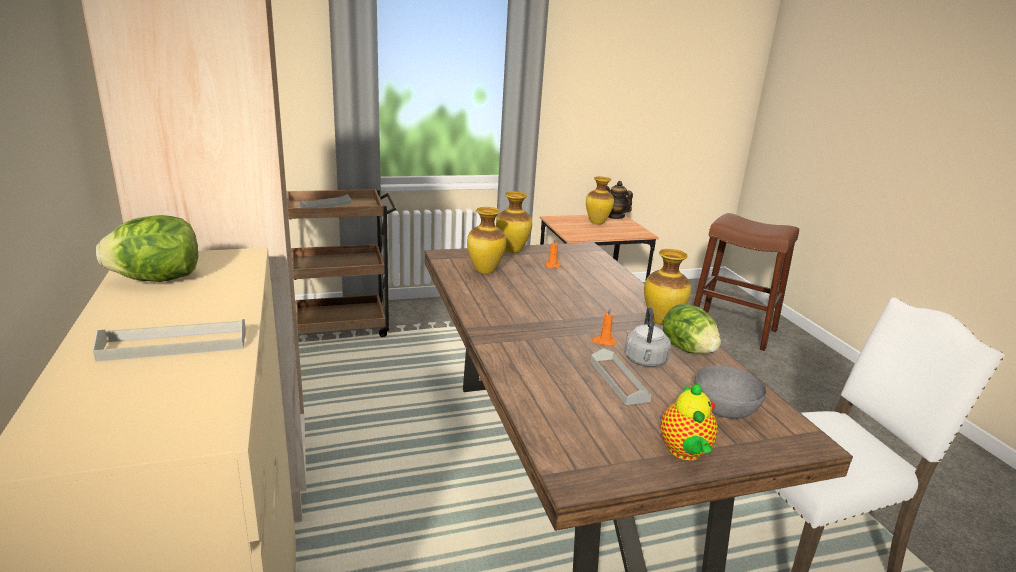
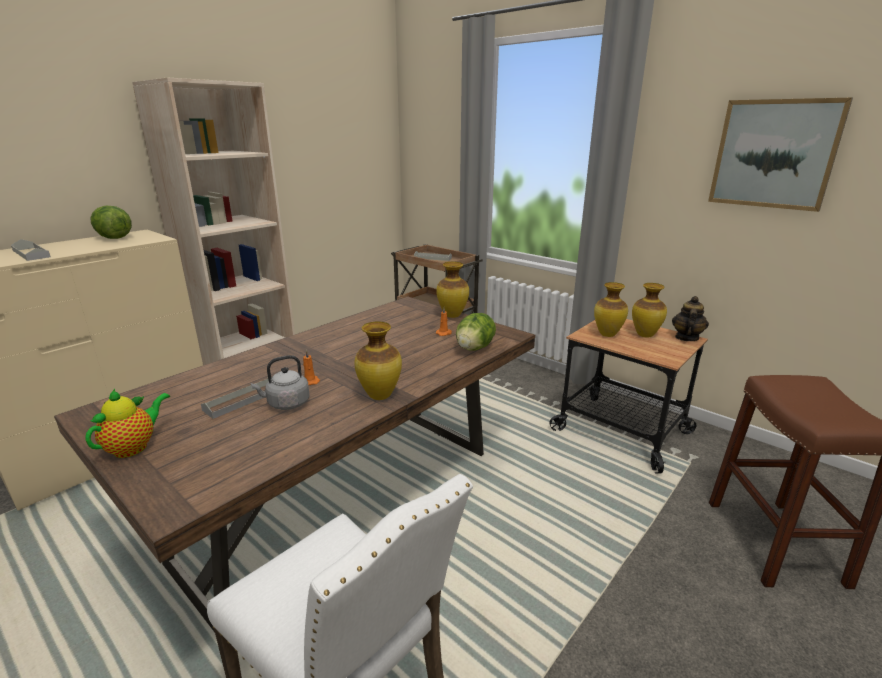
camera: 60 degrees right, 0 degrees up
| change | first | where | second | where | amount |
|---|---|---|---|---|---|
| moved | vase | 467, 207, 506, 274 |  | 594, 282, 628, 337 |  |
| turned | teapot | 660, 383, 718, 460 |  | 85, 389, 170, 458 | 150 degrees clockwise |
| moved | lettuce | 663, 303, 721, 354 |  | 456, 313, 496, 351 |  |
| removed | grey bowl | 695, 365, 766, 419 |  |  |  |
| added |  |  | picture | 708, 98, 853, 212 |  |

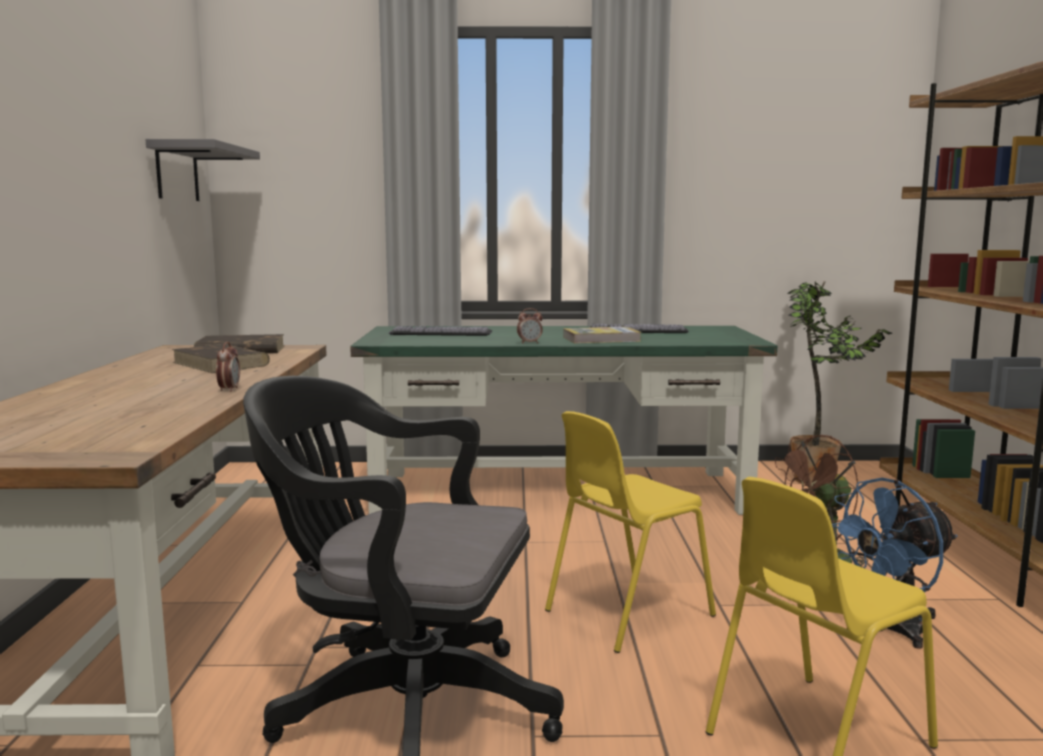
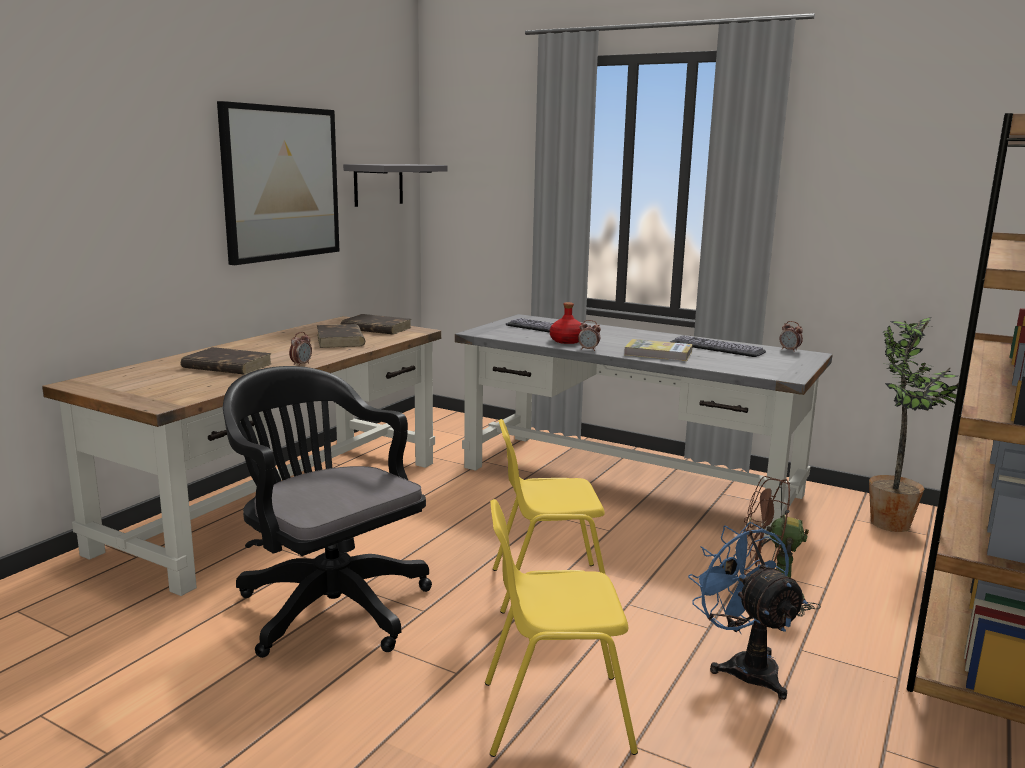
camera: 30 degrees right, 5 degrees up
| change | first | where | second | where | amount |
|---|---|---|---|---|---|
| recoloured | green desk | 350, 326, 778, 515 | grey desk | 455, 314, 833, 539 |  |
| turned | blue fan | 832, 478, 958, 649 |  | 688, 522, 808, 700 | 60 degrees clockwise |
| added |  |  | brown book | 181, 347, 272, 375 |  |
| added |  |  | picture | 217, 101, 339, 265 |  |
| added |  |  | red bottle | 550, 302, 581, 344 |  |
| added |  |  | alarm clock | 779, 321, 803, 352 |  |

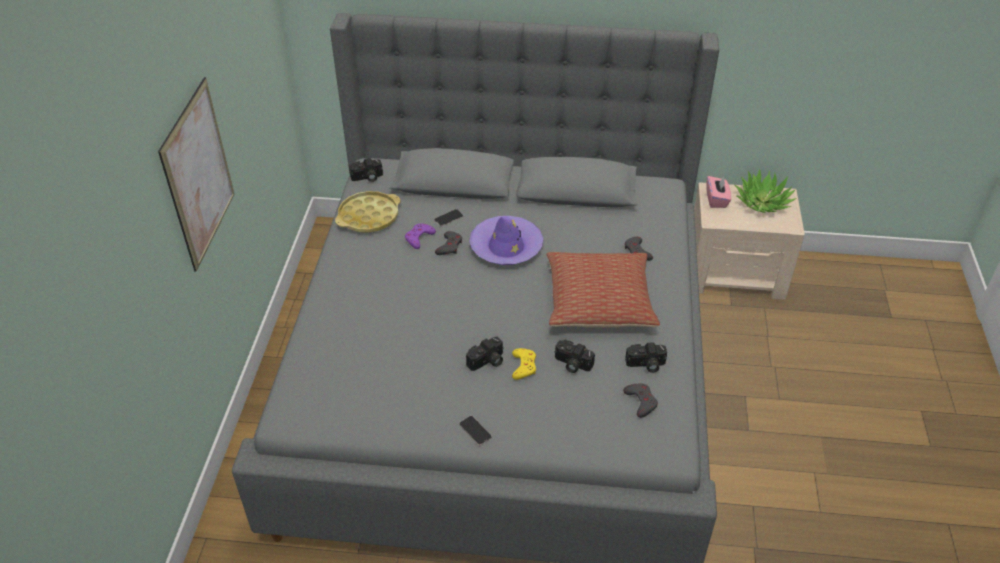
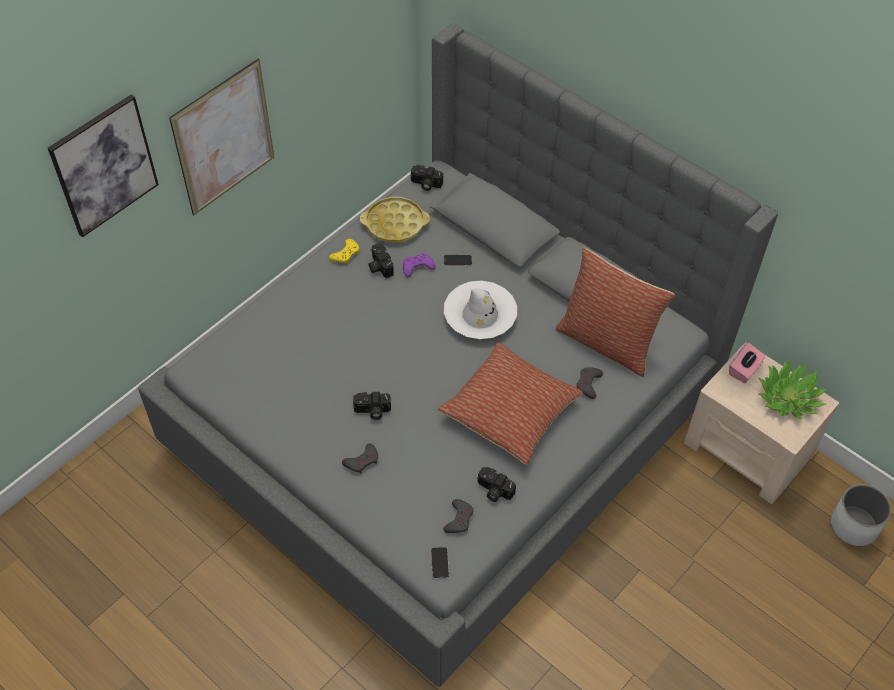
camera: 35 degrees right, 10 degrees up
| change | first | where | second | where | amount |
|---|---|---|---|---|---|
| moved | grey game controller | 435, 231, 462, 255 |  | 342, 443, 378, 474 |  |
| moved | phone | 459, 416, 492, 445 |  | 431, 547, 449, 579 |  |
| recoloured | purple hat | 469, 216, 543, 265 | white hat | 444, 280, 517, 339 |  |
| moved | yellow game controller | 512, 348, 536, 380 |  | 329, 239, 359, 264 |  |
| moved | photo camera | 555, 340, 595, 373 |  | 369, 243, 394, 278 |  |
| added |  |  | picture | 48, 94, 159, 237 |  |
| added |  |  | pillow | 556, 248, 675, 377 |  |
| added |  |  | white planter | 831, 484, 891, 546 |  |

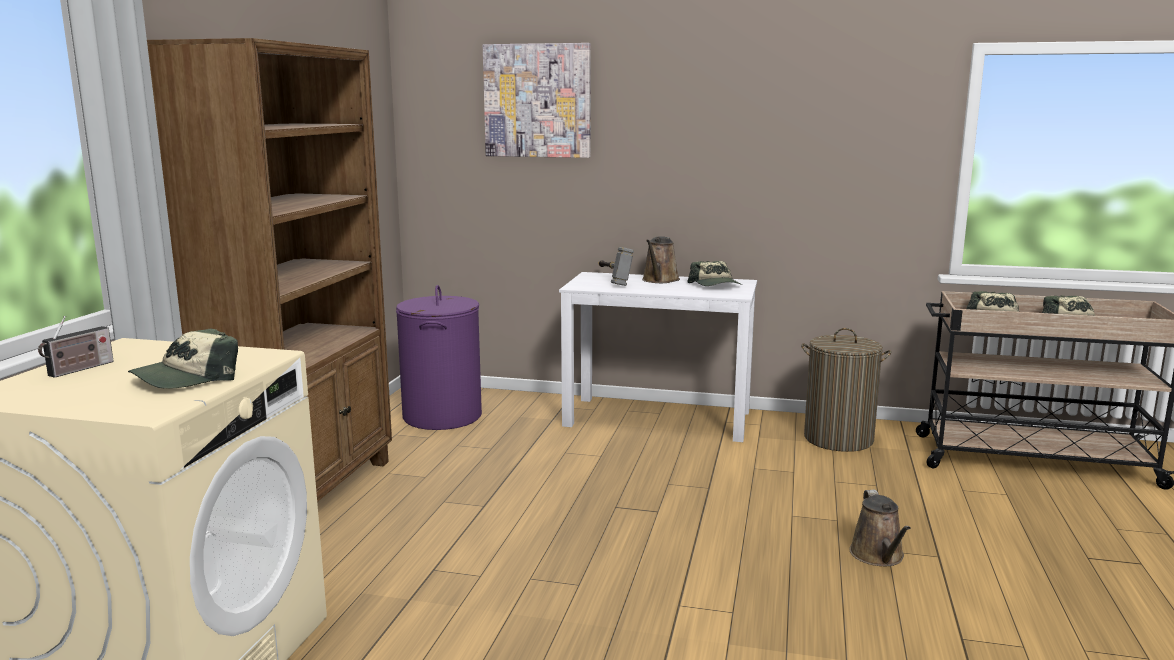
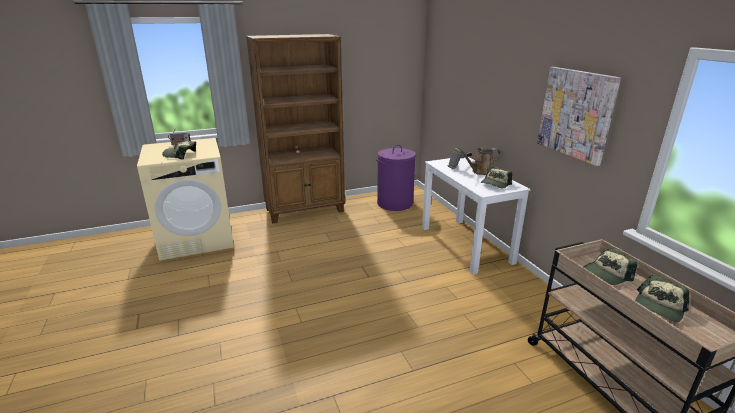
camera: 55 degrees right, 10 degrees up
| change | first | where | second | where | amount |
|---|---|---|---|---|---|
| moved | picture | 483, 43, 591, 158 |  | 537, 67, 621, 166 |  |
| removed | laundry basket | 801, 328, 891, 452 |  |  |  |
| removed | brown watering can | 850, 490, 911, 566 |  |  |  |

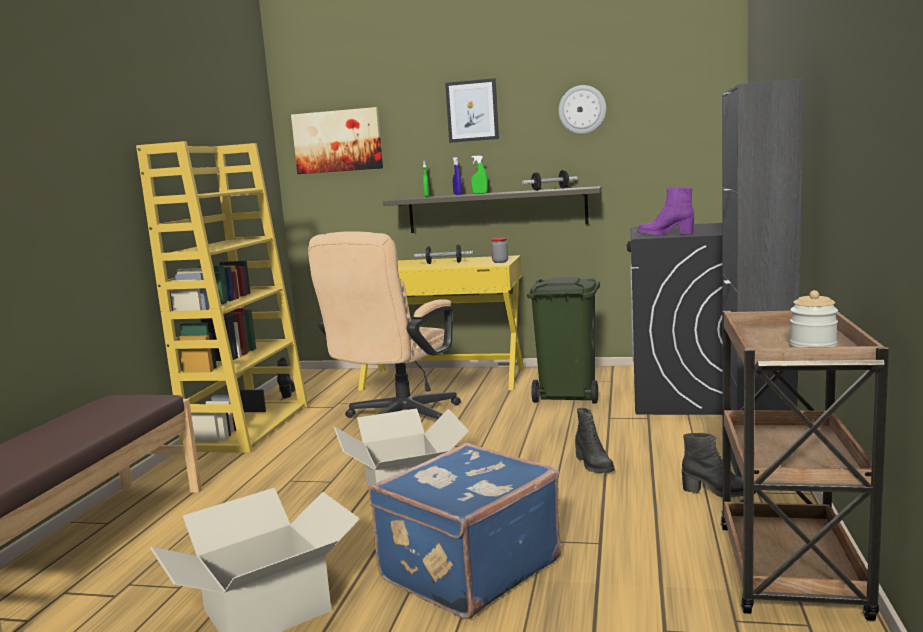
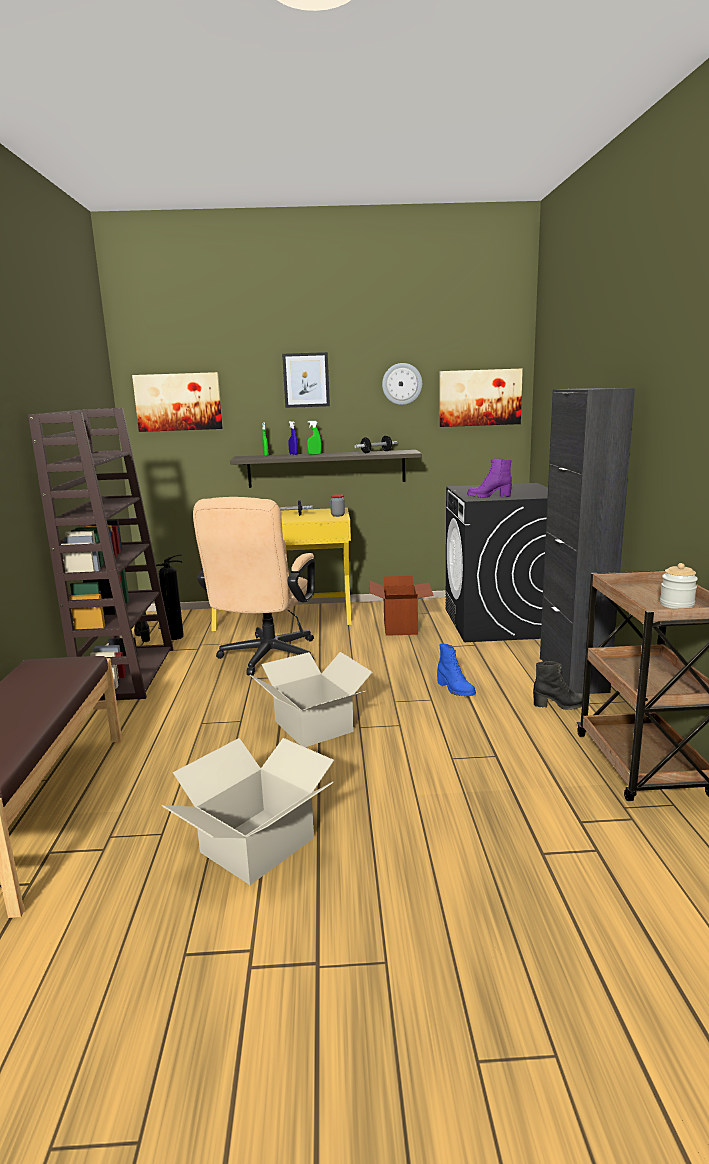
camera: 15 degrees left, 5 degrees up
| change | first | where | second | where | amount |
|---|---|---|---|---|---|
| recoloured | yellow bookcase | 136, 141, 308, 453 | brown bookcase | 28, 408, 174, 701 |  |
| removed | blue suitcase | 368, 443, 561, 619 |  |  |  |
| replaced | green trash can | 527, 277, 600, 403 | cardboard box | 369, 576, 434, 636 |  |
| recoloured | black boot | 575, 408, 615, 473 | blue boot | 437, 644, 476, 696 |  |
| added |  |  | fire extinguisher | 156, 554, 184, 640 |  |
| added |  |  | picture | 439, 368, 523, 427 |  |

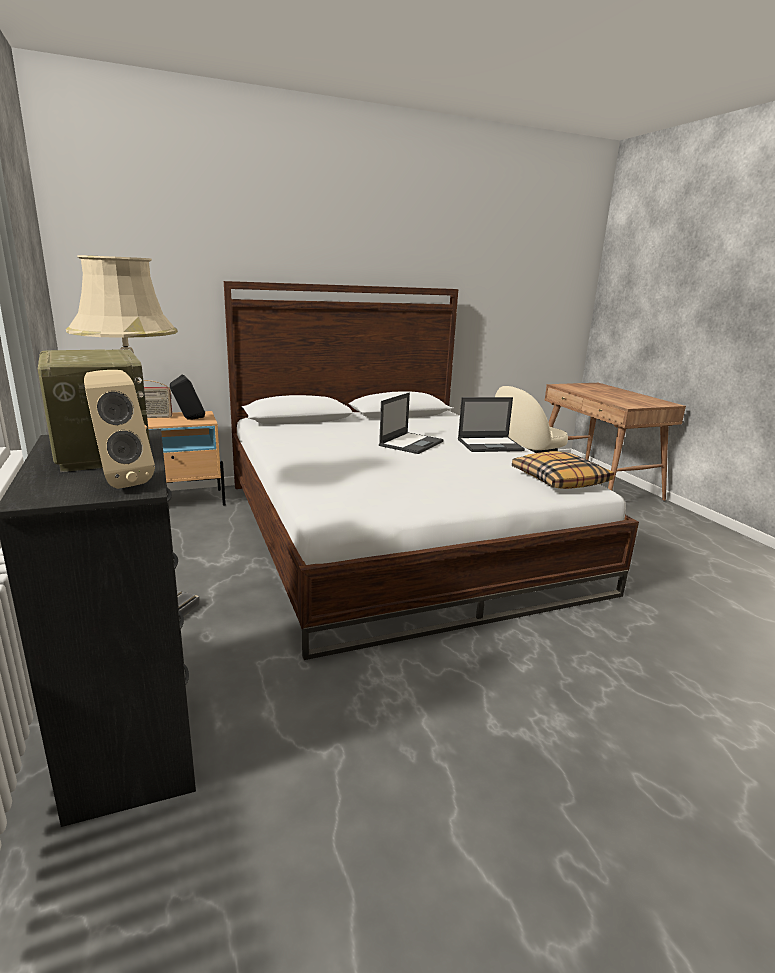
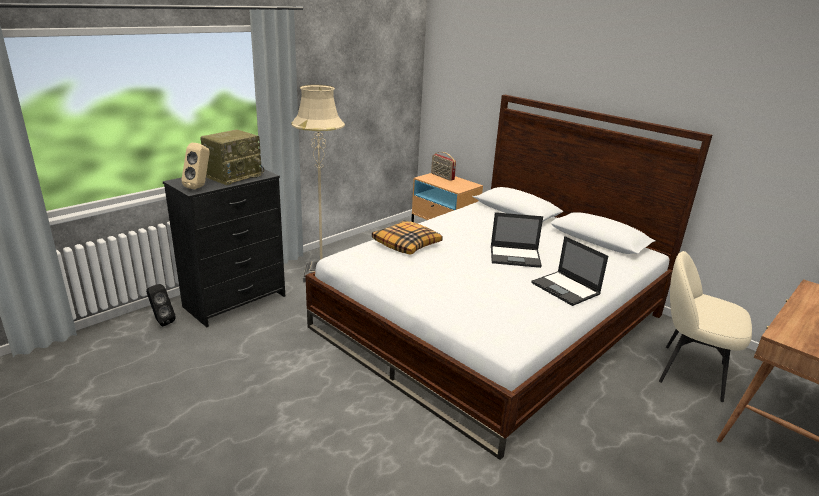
camera: 65 degrees right, 5 degrees up
| change | first | where | second | where | amount |
|---|---|---|---|---|---|
| moved | black speaker | 170, 374, 205, 420 |  | 146, 284, 176, 326 |  |
| moved | pillow | 512, 451, 614, 489 |  | 372, 221, 443, 255 |  |

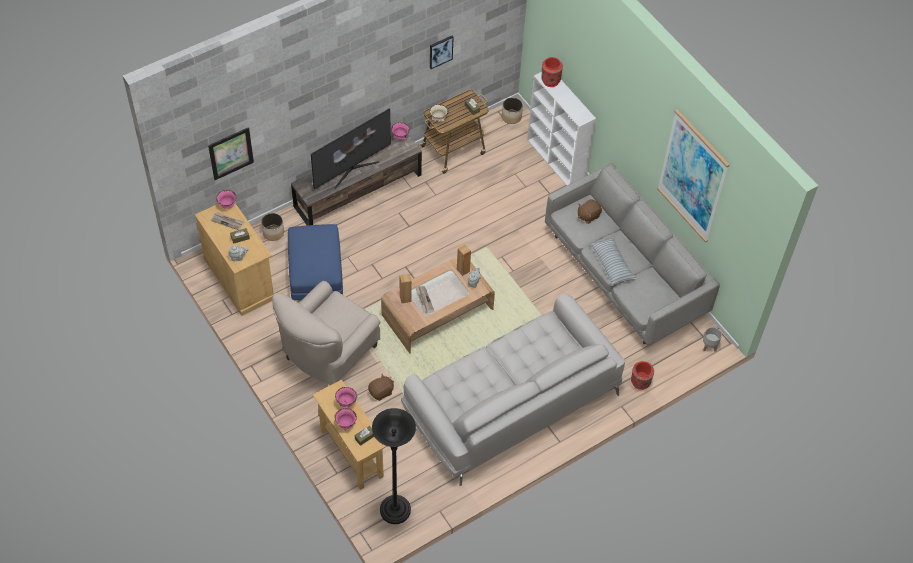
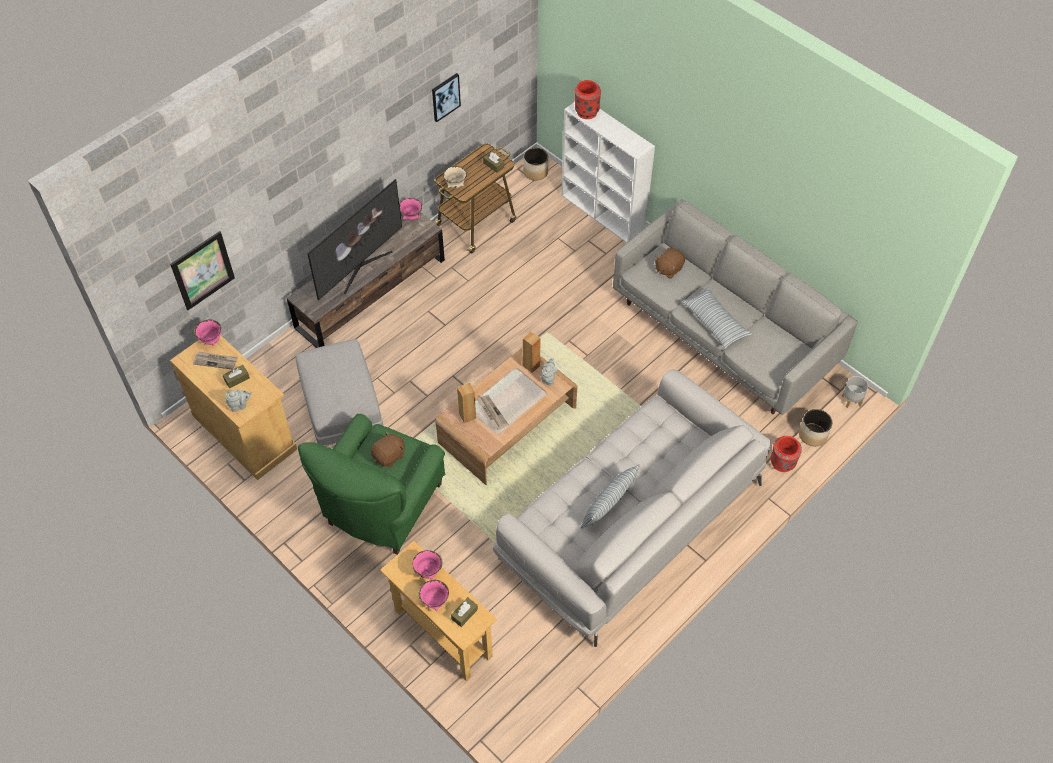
camera: 10 degrees left, 0 degrees up
| change | first | where | second | where | amount |
|---|---|---|---|---|---|
| moved | planter | 261, 213, 284, 241 |  | 799, 409, 832, 446 |  |
| recoloured | beige armchair | 272, 281, 380, 386 | green armchair | 298, 414, 445, 555 |  |
| recoloured | blue ottoman | 288, 224, 343, 300 | grey ottoman | 296, 339, 383, 446 |  |
| moved | brown plush toy | 368, 374, 394, 401 |  | 371, 431, 405, 468 |  |
| removed | black floor lamp | 372, 408, 416, 524 |  |  |  |
| removed | picture | 657, 109, 730, 242 |  |  |  |
| added |  |  | pillow | 581, 465, 640, 528 |  |

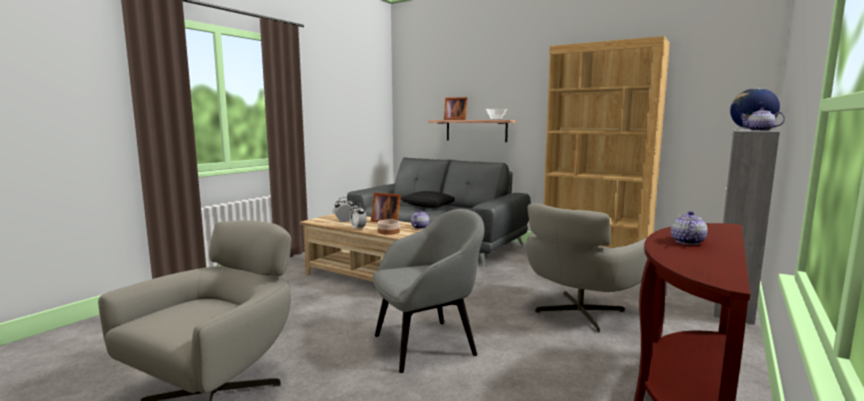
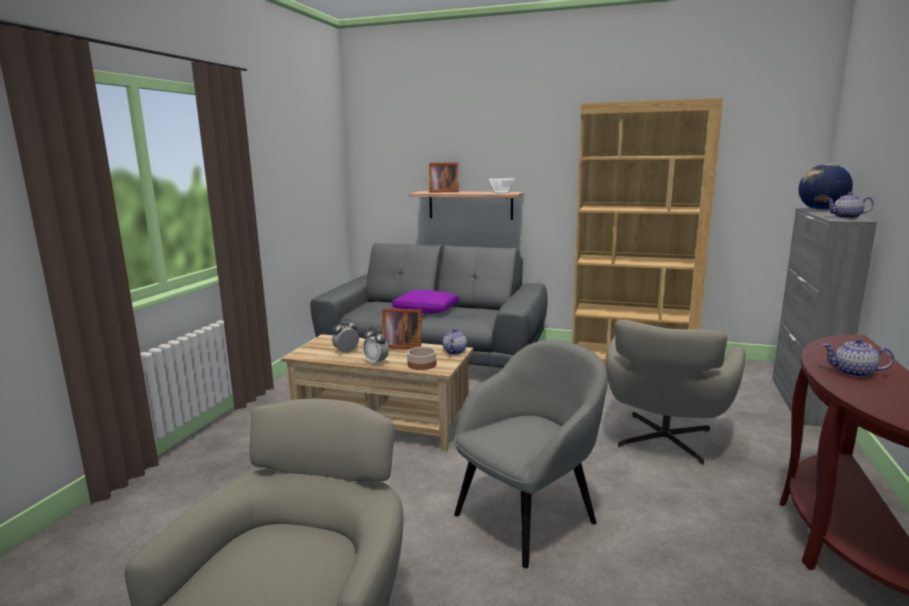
camera: 15 degrees left, 5 degrees up
| change | first | where | second | where | amount |
|---|---|---|---|---|---|
| recoloured | black pillow | 402, 191, 455, 208 | purple pillow | 392, 290, 459, 313 |  |
| turned | teapot | 671, 211, 708, 245 |  | 822, 339, 894, 378 | 75 degrees counterclockwise |

